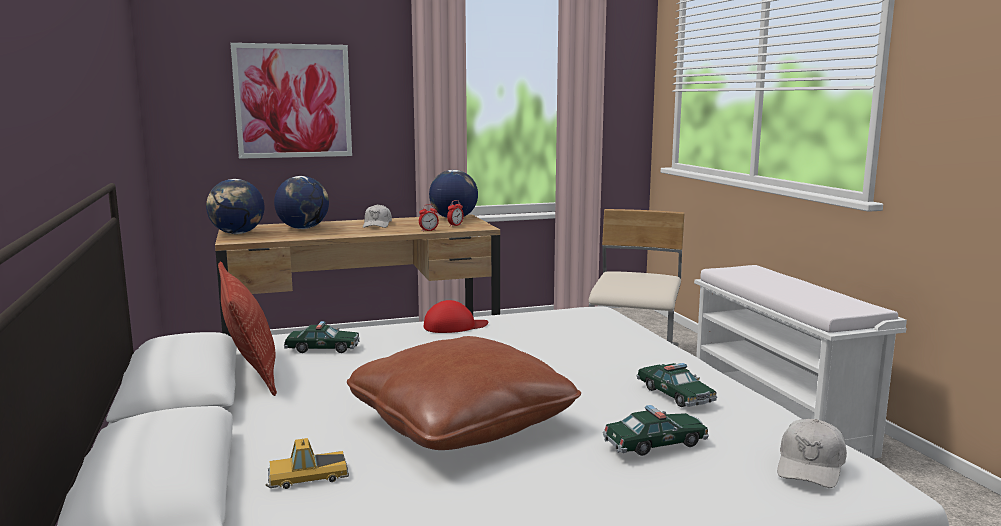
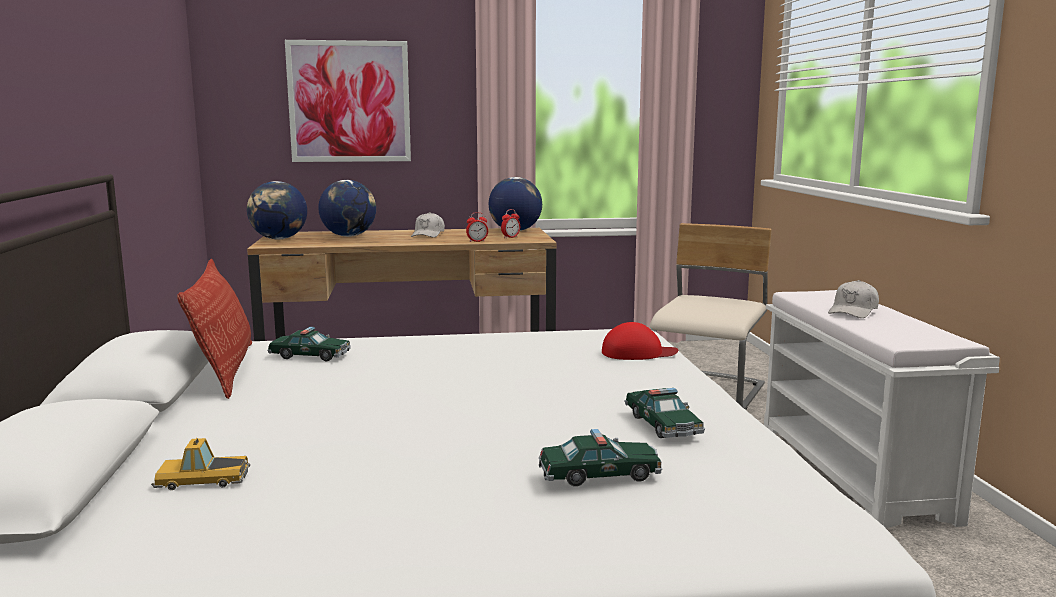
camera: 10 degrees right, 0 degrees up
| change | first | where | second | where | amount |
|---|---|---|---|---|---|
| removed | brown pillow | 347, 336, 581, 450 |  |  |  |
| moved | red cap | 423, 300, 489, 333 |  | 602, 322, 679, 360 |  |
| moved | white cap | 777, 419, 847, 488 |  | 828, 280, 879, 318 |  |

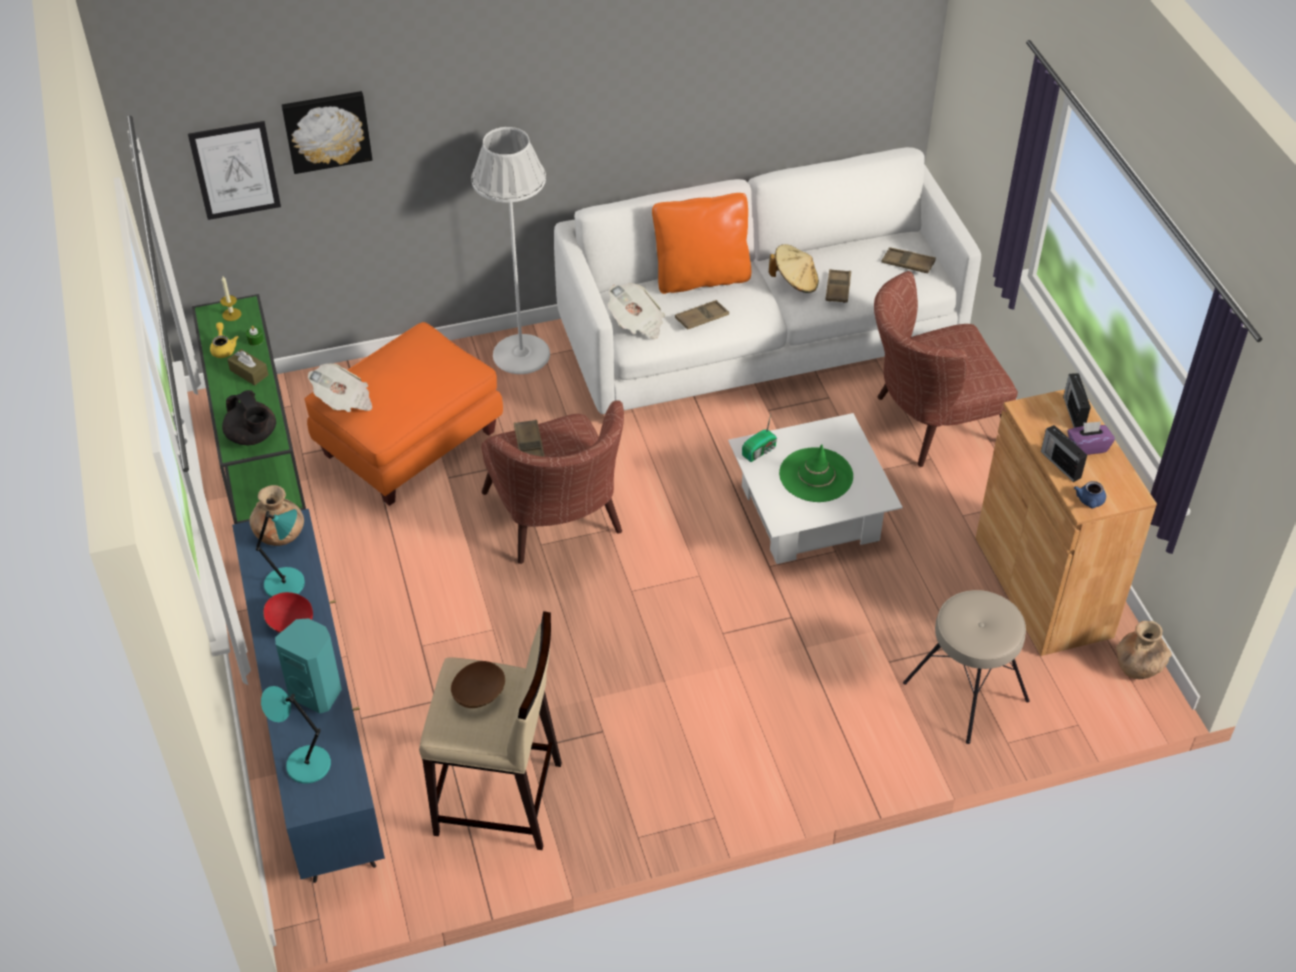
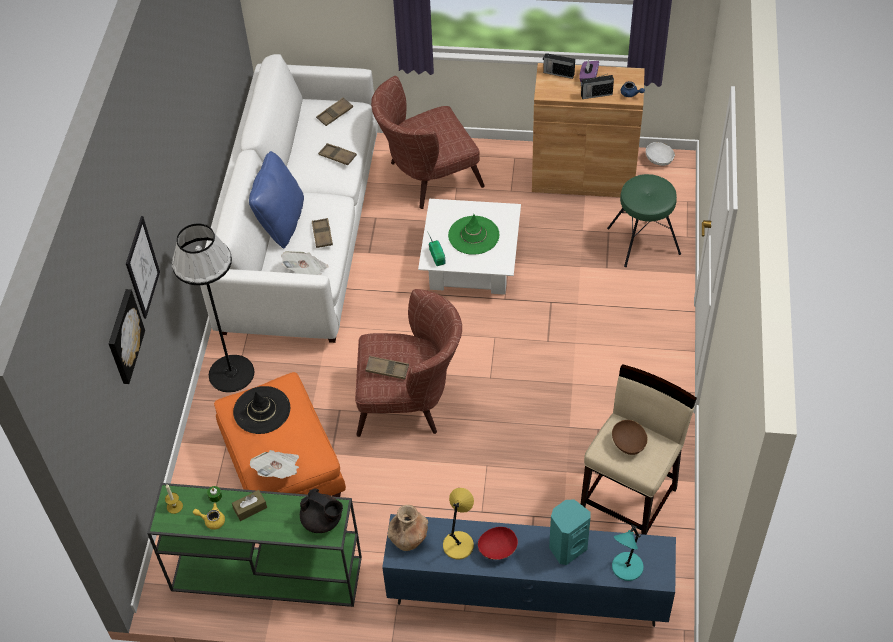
camera: 65 degrees left, 5 degrees up
| change | first | where | second | where | amount |
|---|---|---|---|---|---|
| moved | picture | 188, 121, 281, 220 |  | 126, 216, 160, 319 |  |
| turned | black teapot | 222, 390, 276, 445 |  | 300, 489, 343, 533 | 45 degrees clockwise |
| recoloured | turquoise table lamp | 256, 509, 305, 597 | yellow table lamp | 443, 488, 474, 559 |  |
| recoloured | white floor lamp | 471, 127, 550, 374 | black floor lamp | 172, 223, 254, 392 |  |
| recoloured | orange pillow | 652, 193, 751, 294 | blue pillow | 249, 151, 304, 248 |  |
| removed | beige hat | 769, 244, 819, 293 |  |  |  |
| turned | brown armchair | 874, 271, 1018, 467 |  | 371, 76, 485, 209 | 60 degrees clockwise |
| recoloured | beige stool | 903, 590, 1029, 744 | green stool | 607, 174, 681, 267 |  |
| replaced | brown vase | 1116, 621, 1172, 679 | white bowl | 646, 142, 675, 166 |  |
| added |  |  | black hat | 233, 386, 290, 434 |  |

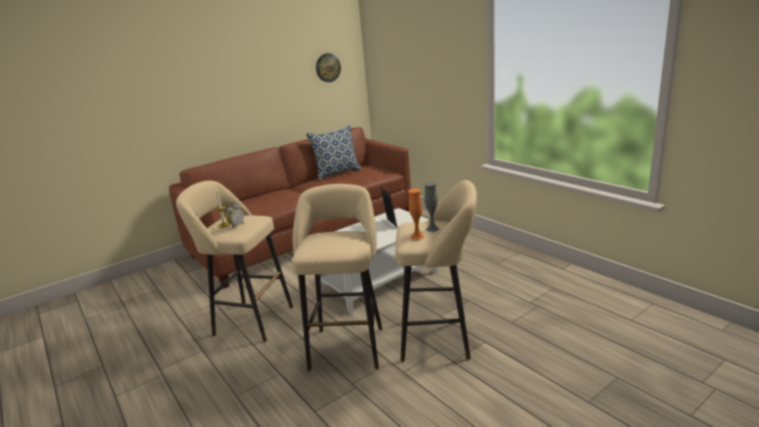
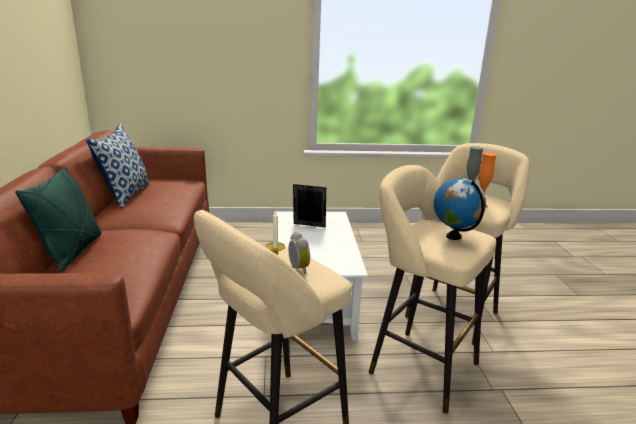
camera: 60 degrees left, 0 degrees up
| change | first | where | second | where | amount |
|---|---|---|---|---|---|
| removed | wall clock | 316, 53, 341, 82 |  |  |  |
| added |  |  | green pillow | 15, 167, 102, 272 |  |
| added |  |  | globe | 434, 178, 486, 240 |  |

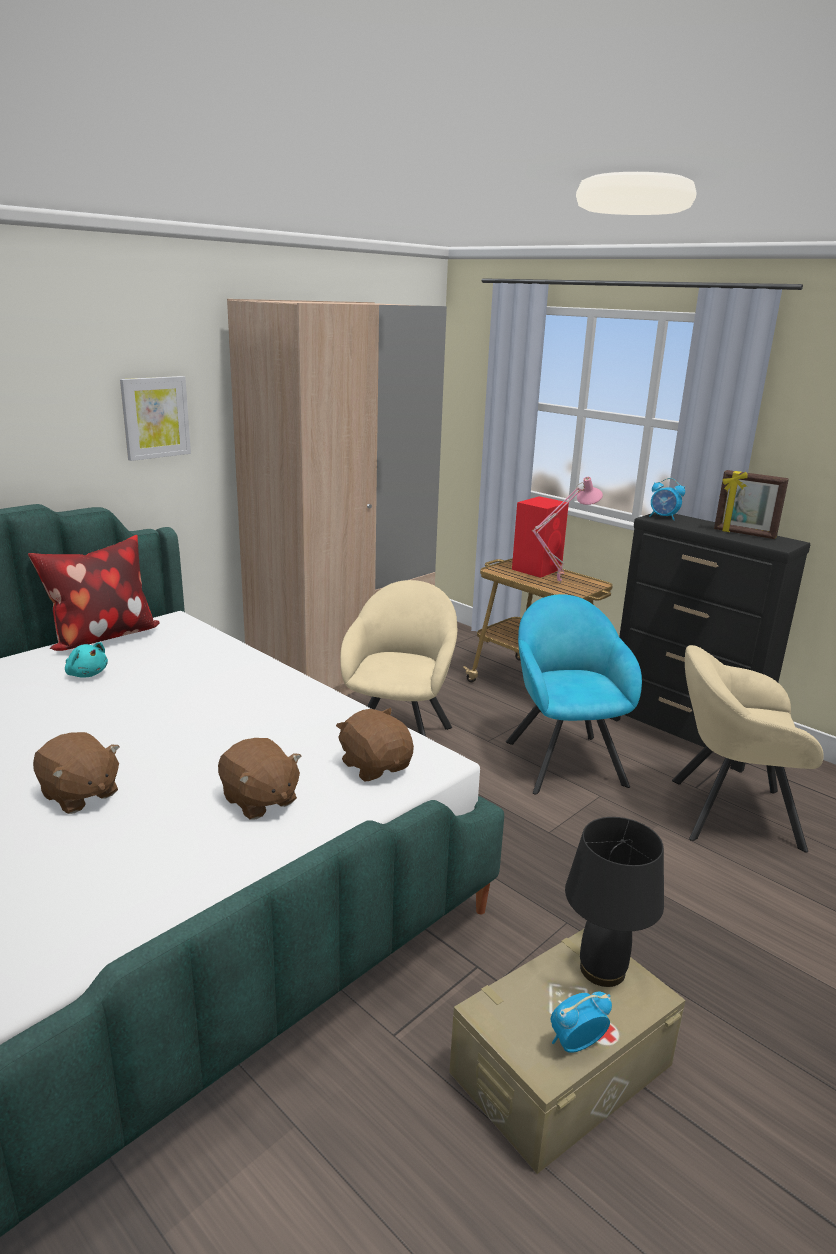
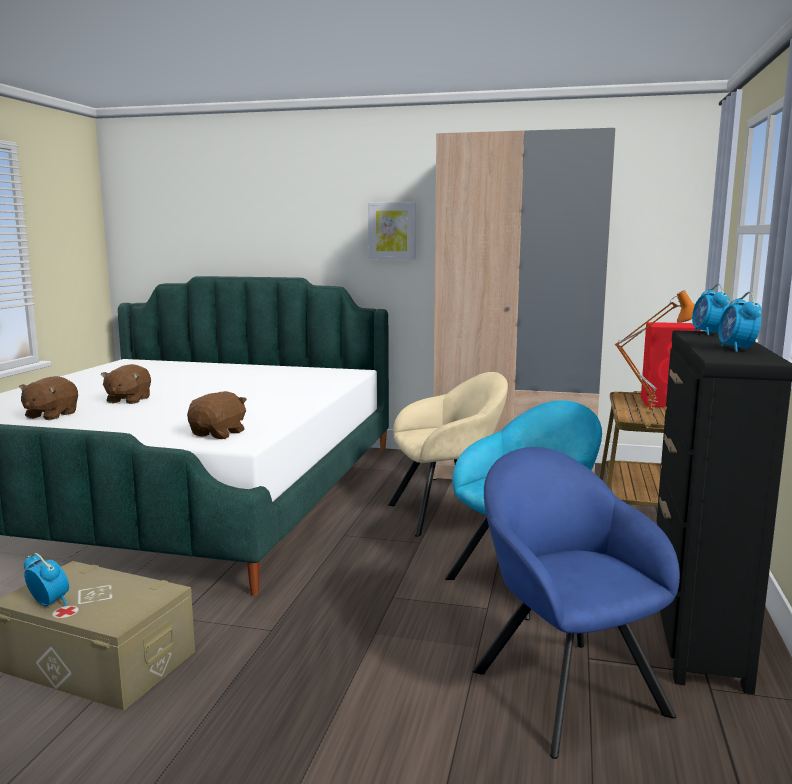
camera: 60 degrees right, 10 degrees down
| change | first | where | second | where | amount |
|---|---|---|---|---|---|
| removed | pillow | 28, 535, 160, 651 |  |  |  |
| removed | turquoise plush toy | 65, 642, 108, 678 |  |  |  |
| moved | brown plush toy | 218, 738, 301, 820 |  | 19, 376, 78, 420 |  |
| recoloured | pink table lamp | 532, 477, 603, 584 | orange table lamp | 615, 290, 695, 414 |  |
| removed | black table lamp | 565, 817, 664, 987 |  |  |  |
| recoloured | beige armchair | 672, 645, 824, 853 | blue armchair | 473, 447, 680, 759 |  |
| replaced | picture frame | 714, 470, 789, 539 | alarm clock | 718, 292, 762, 352 |  |

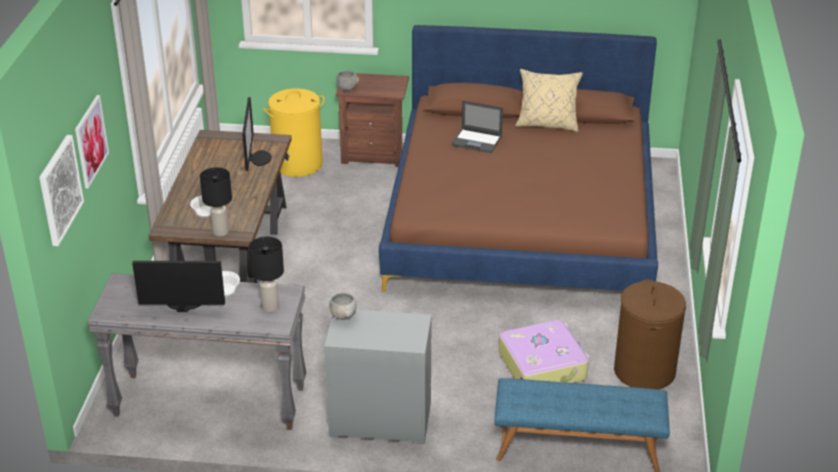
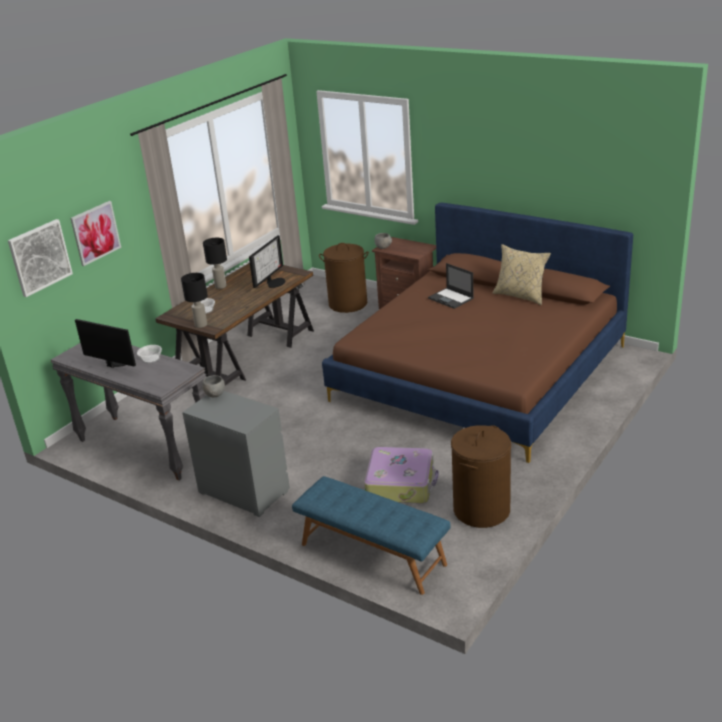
camera: 30 degrees right, 5 degrees down
| change | first | where | second | where | amount |
|---|---|---|---|---|---|
| moved | black table lamp | 249, 237, 284, 312 |  | 203, 238, 227, 289 |  |
| recoloured | yellow laundry basket | 264, 88, 325, 177 | brown laundry basket | 319, 243, 369, 313 |  |

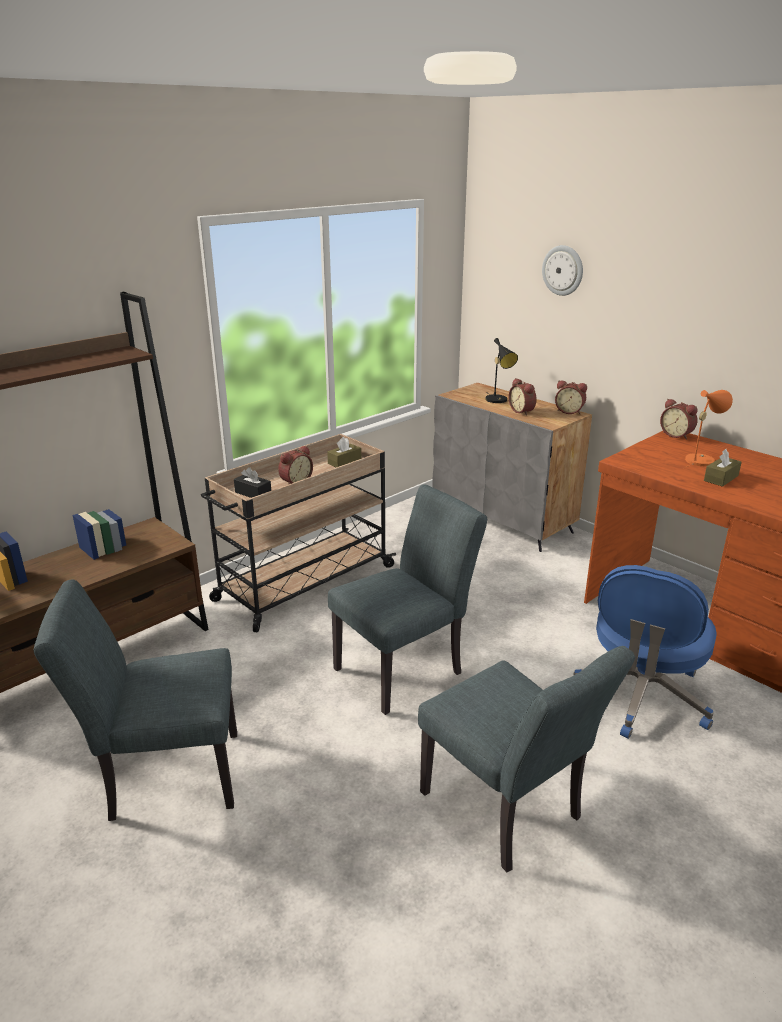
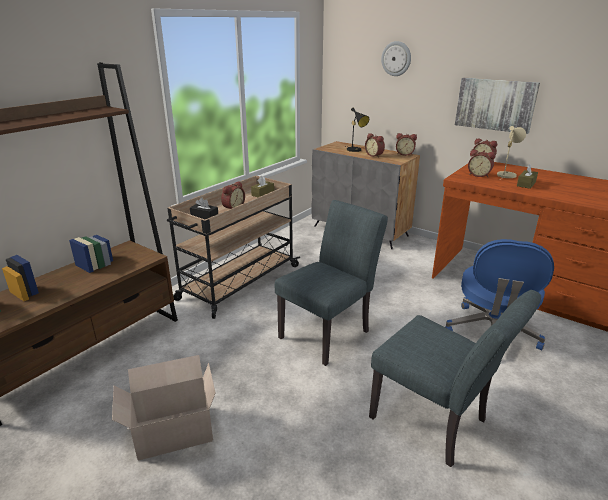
camera: 10 degrees left, 0 degrees up
| change | first | where | second | where | amount |
|---|---|---|---|---|---|
| replaced | grey chair | 34, 580, 237, 821 | cardboard box | 112, 355, 216, 461 |  |
| recoloured | orange table lamp | 684, 390, 733, 468 | beige table lamp | 497, 126, 526, 179 |  |
| added |  |  | picture | 455, 78, 540, 134 |  |
| added |  |  | alarm clock | 468, 150, 496, 177 |  |

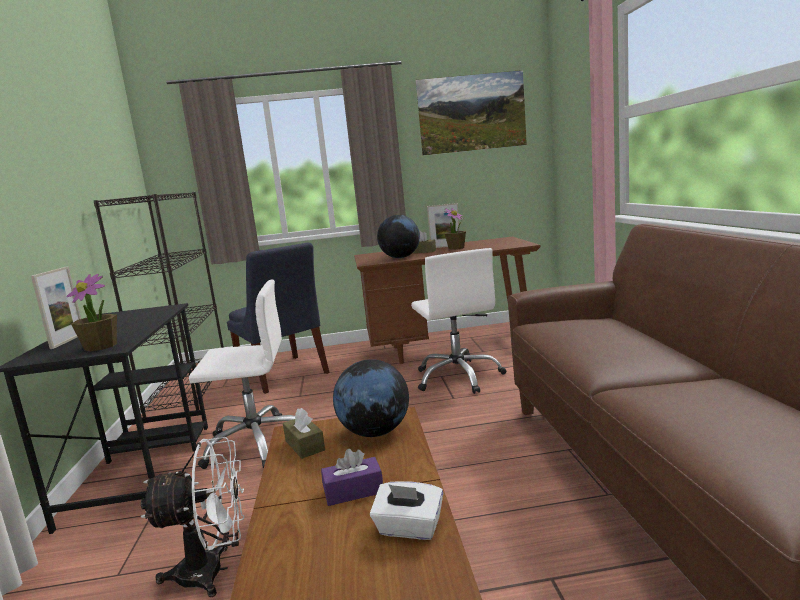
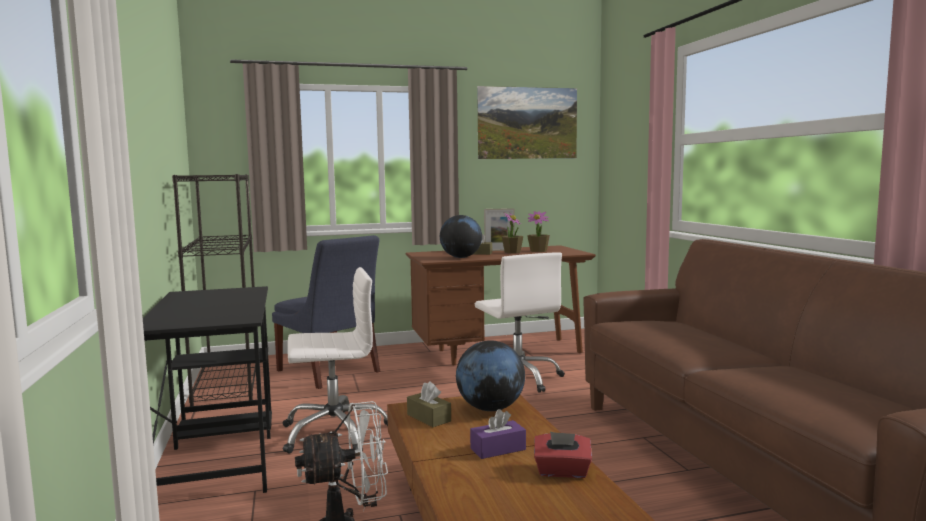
camera: 10 degrees left, 5 degrees down
| change | first | where | second | where | amount |
|---|---|---|---|---|---|
| removed | picture frame | 31, 266, 81, 349 |  |  |  |
| moved | potted plant | 67, 274, 117, 351 |  | 527, 211, 550, 252 |  |
| recoloured | white tissue box | 370, 481, 443, 540 | red tissue box | 534, 432, 592, 478 |  |

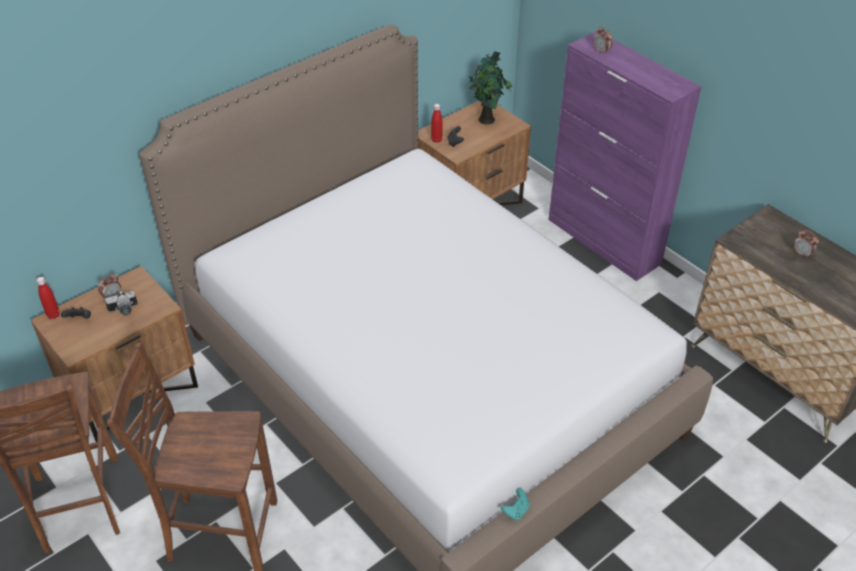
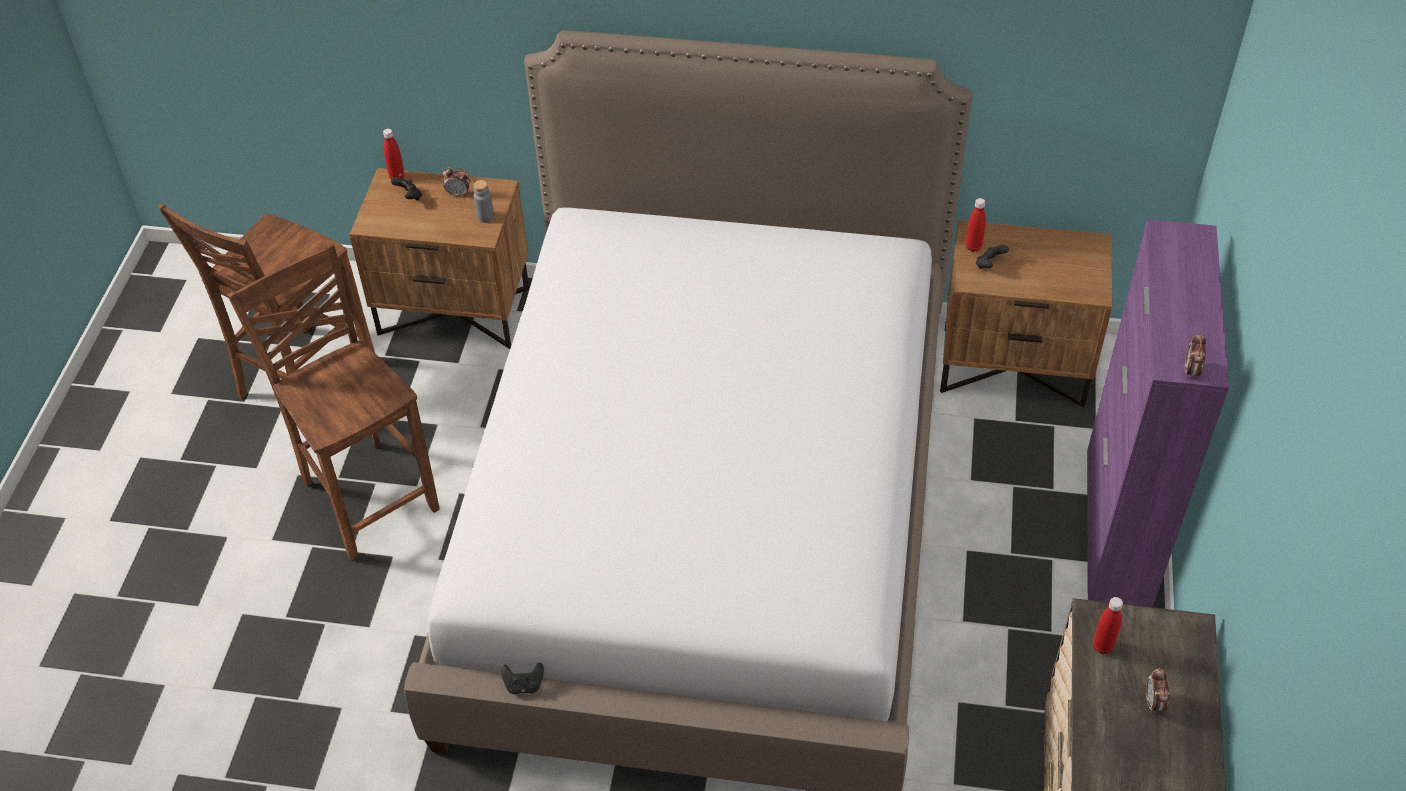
camera: 50 degrees right, 5 degrees up
| change | first | where | second | where | amount |
|---|---|---|---|---|---|
| removed | photo camera | 105, 290, 137, 316 |  |  |  |
| removed | potted plant | 469, 52, 513, 124 |  |  |  |
| recoloured | turquoise game controller | 501, 488, 530, 520 | black game controller | 501, 663, 544, 694 |  |
| moved | alarm clock | 594, 26, 612, 55 |  | 1185, 333, 1206, 378 |  |
| added |  |  | grey bottle | 474, 180, 494, 223 |  |
| added |  |  | red bottle | 1093, 597, 1123, 654 |  |

